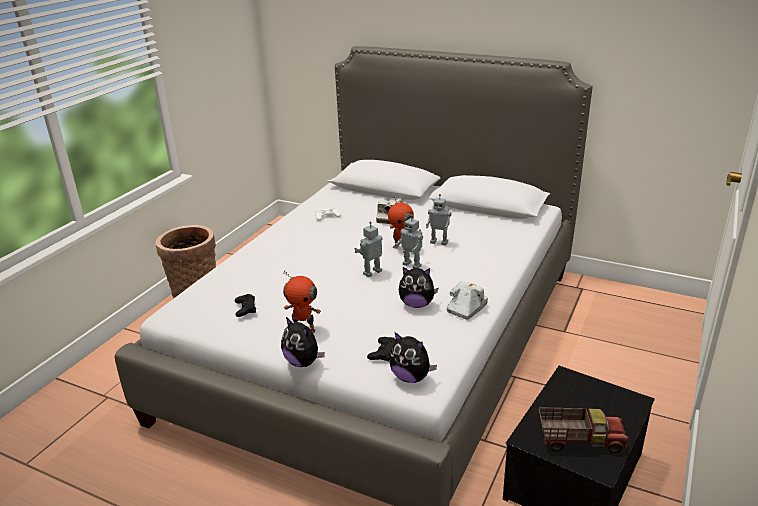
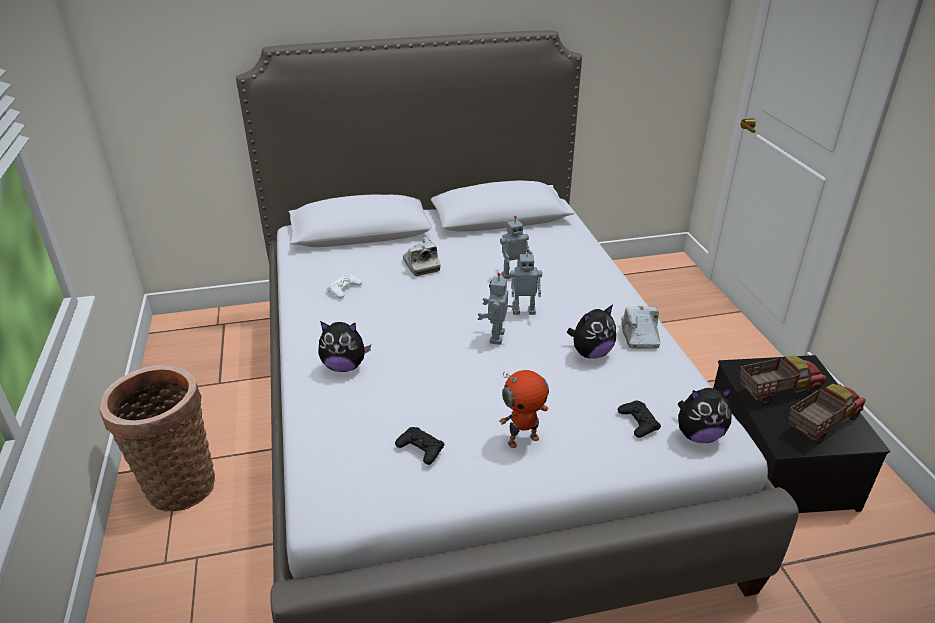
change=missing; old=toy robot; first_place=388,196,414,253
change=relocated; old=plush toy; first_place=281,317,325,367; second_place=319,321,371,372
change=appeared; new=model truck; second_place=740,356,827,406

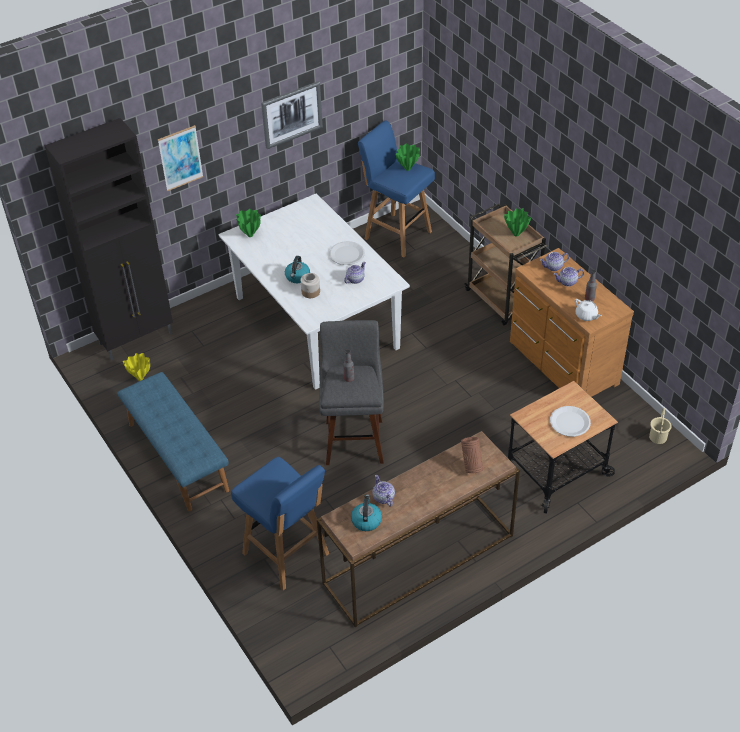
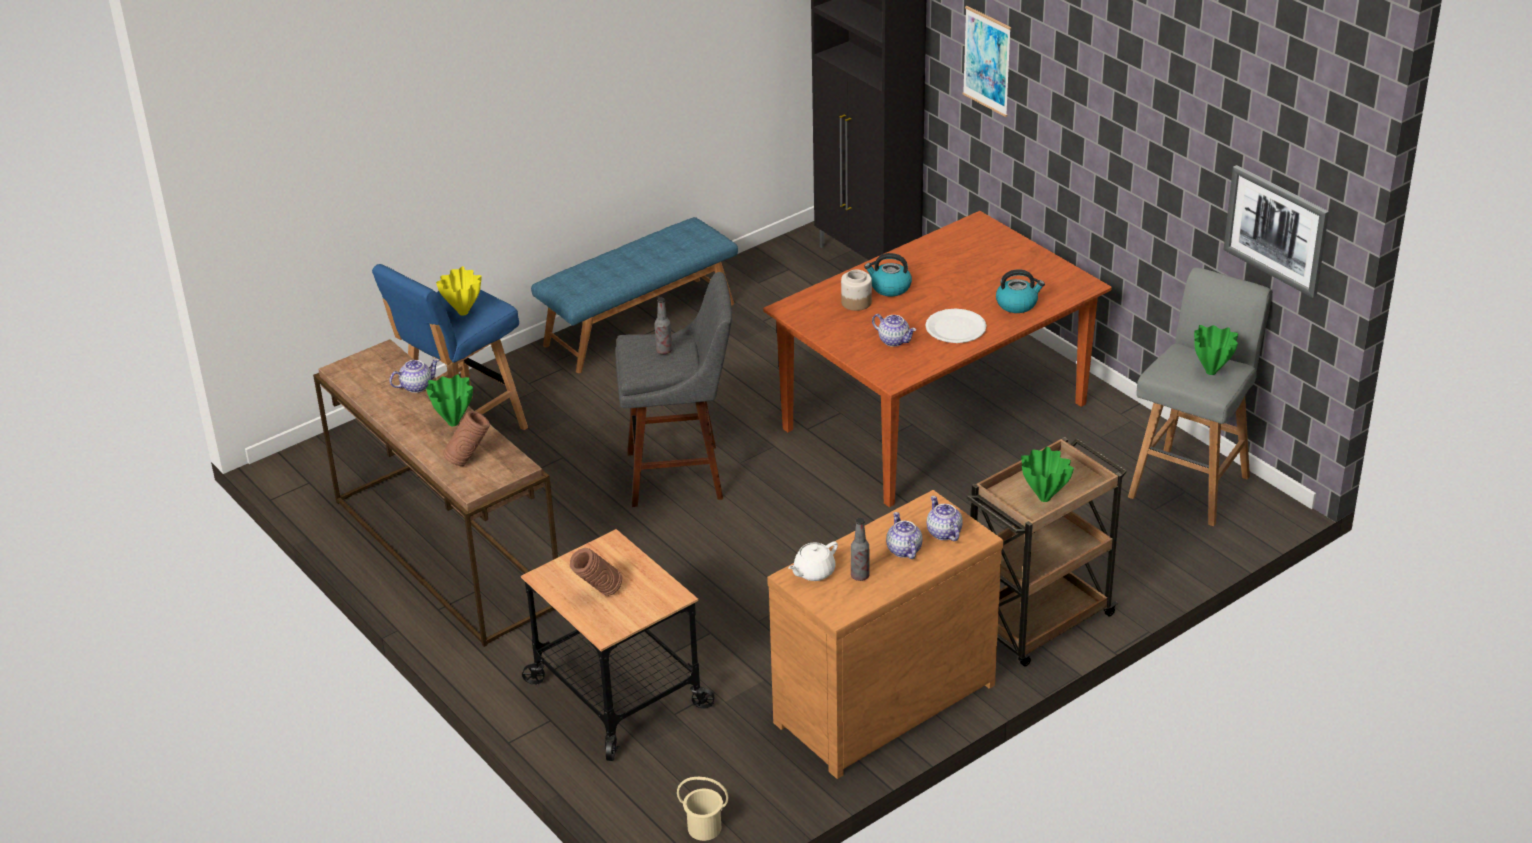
change=relocated; old=wall picture; first_place=261,81,323,149; second_place=1224,165,1329,298
change=colour; old=blue-coloured sitting stool; new=gray sitting stool; first_place=358,120,435,257; second_place=1128,267,1272,526
change=colour; old=white-coloured dinner table; new=brownish dinner table; first_place=219,194,410,390; second_place=763,211,1112,507
change=relocated; old=green decorative vase; first_place=236,209,261,237; second_place=426,374,473,426
change=relocated; old=yellow-coloured decorative vase; first_place=123,353,150,381; second_place=436,266,481,316
change=exchanged; old=white-coloured plate; new=brownish decorative vase; first_place=550,406,591,437; second_place=570,548,622,596
change=relocated; old=tea kettle; first_place=351,494,382,531; second_place=996,269,1045,313

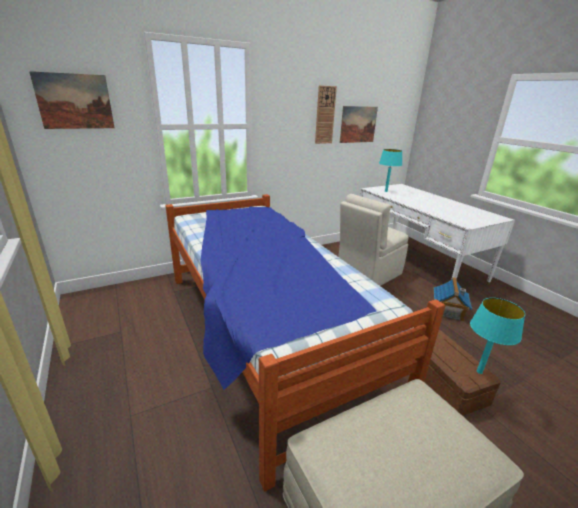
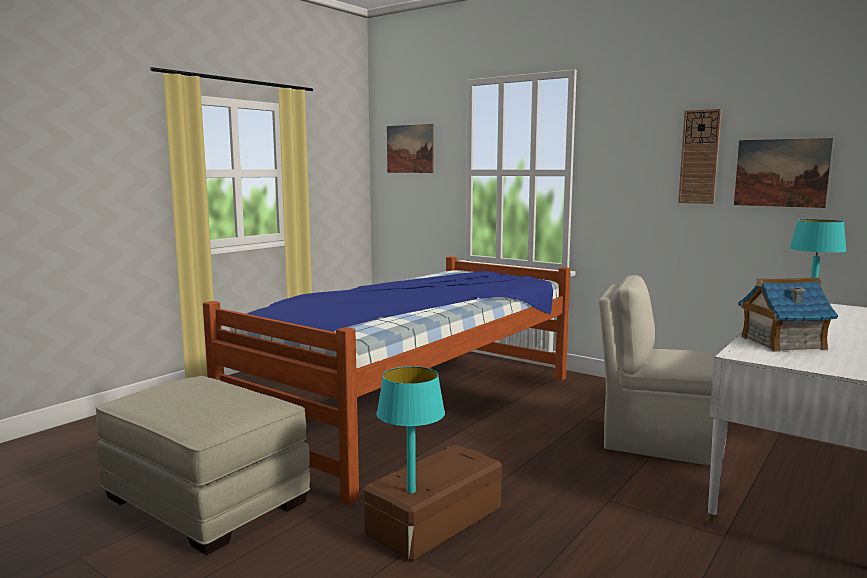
change=relocated; old=toy house; first_place=434,277,472,322; second_place=738,277,838,352

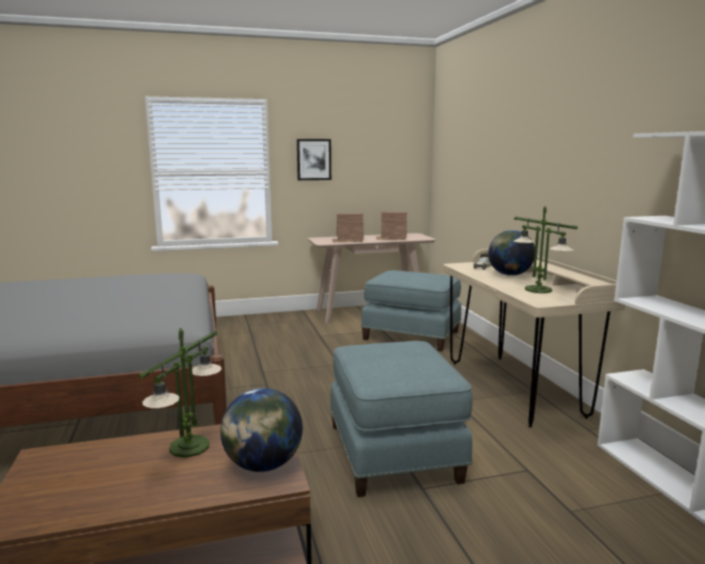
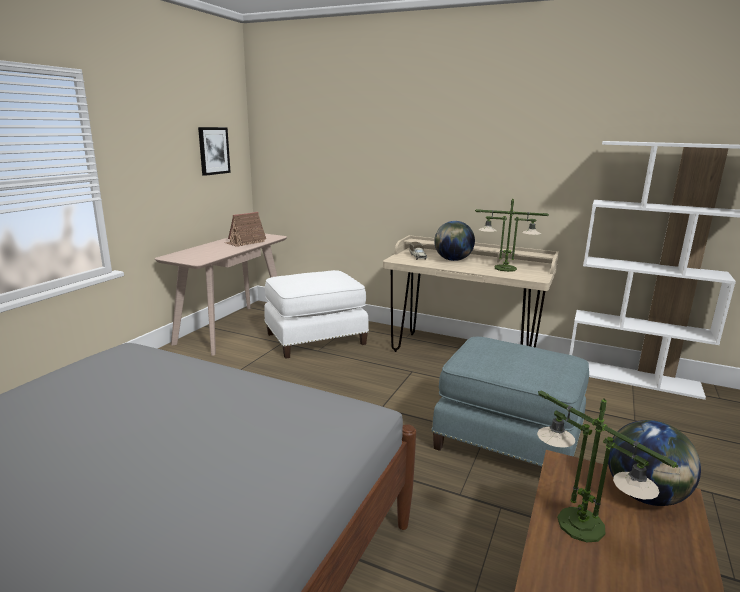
change=relocated; old=wall picture; first_place=297,139,331,180; second_place=198,127,231,176
change=missing; old=toy house; first_place=332,214,364,242
change=colour; old=blue-coloured pouffe; new=white-coloured pouffe; first_place=361,270,461,352; second_place=264,270,369,359

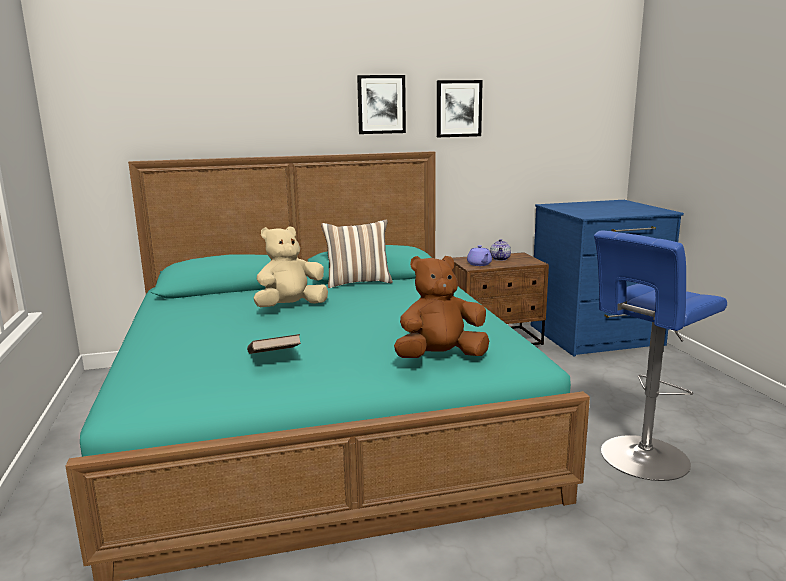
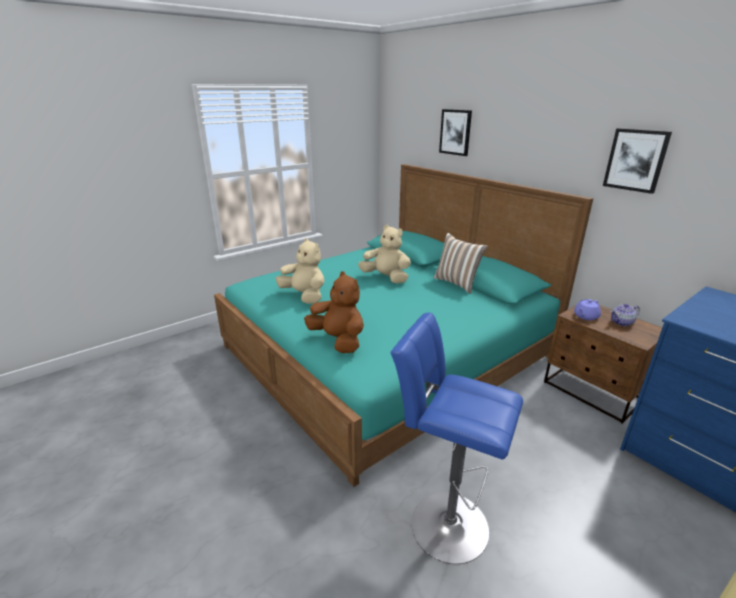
change=relocated; old=wall picture; first_place=357,75,406,134; second_place=439,109,472,156
change=exchanged; old=brownish bound book; new=beige-coloured plush toy; first_place=247,334,301,354; second_place=275,238,325,304

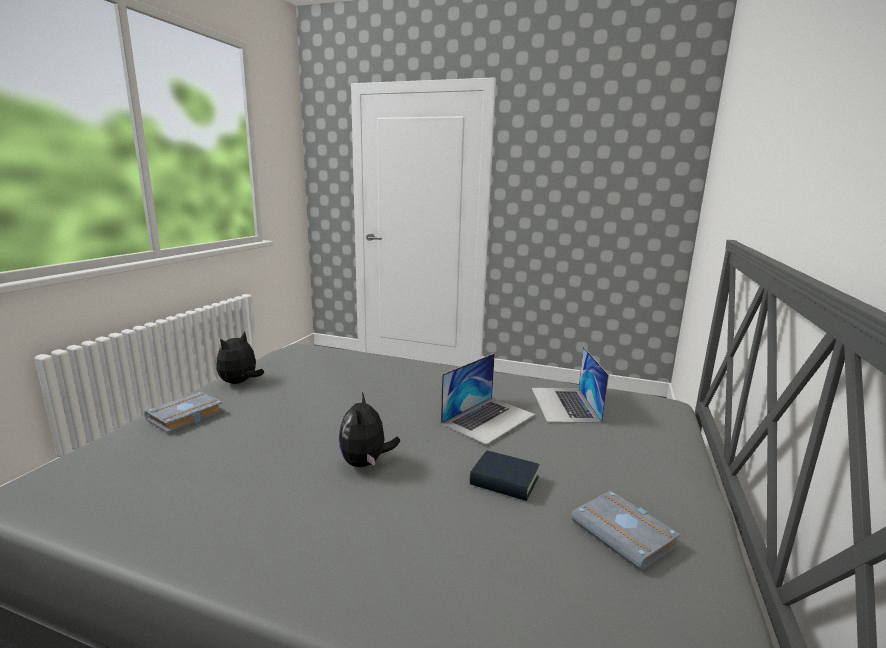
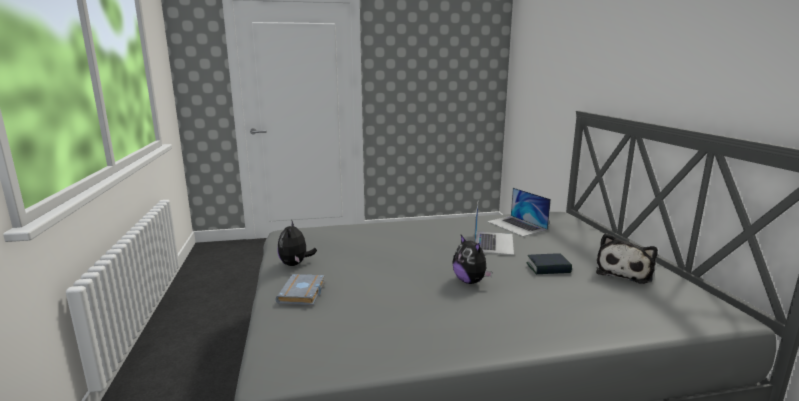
change=exchanged; old=gray bound book; new=plush toy; first_place=571,491,680,572; second_place=596,233,658,284

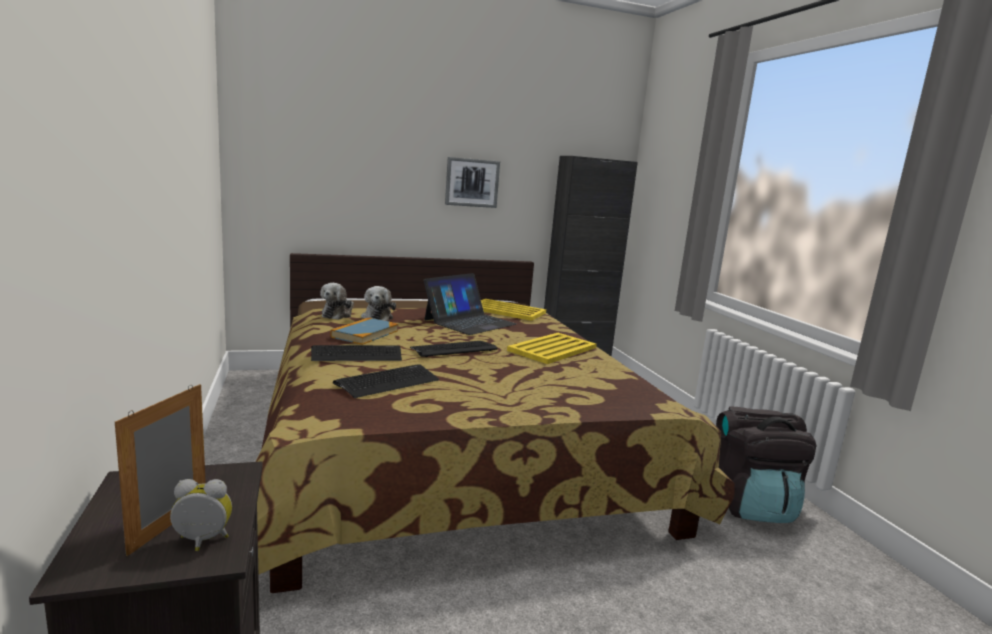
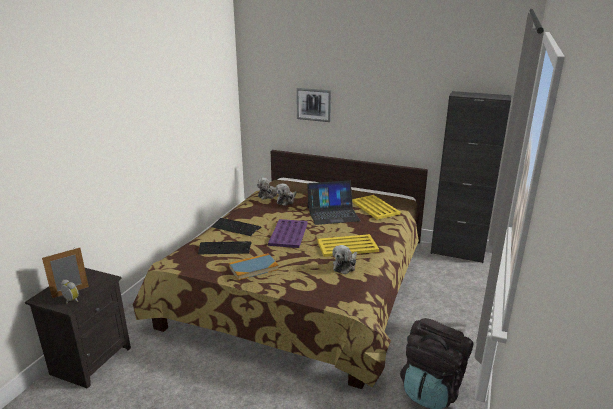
change=relocated; old=wall picture; first_place=445,157,500,208; second_place=297,88,331,122
change=relocated; old=bound book; first_place=330,318,398,345; second_place=229,253,279,280
change=exchanged; old=keyboard; new=purplish tray; first_place=410,341,498,357; second_place=268,219,308,248
change=appeared; new=plush toy; second_place=332,245,357,274

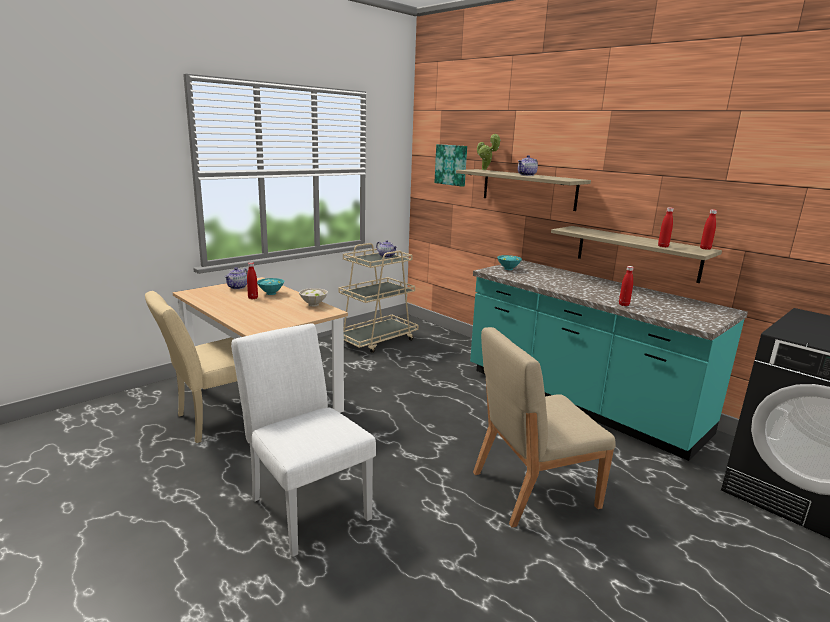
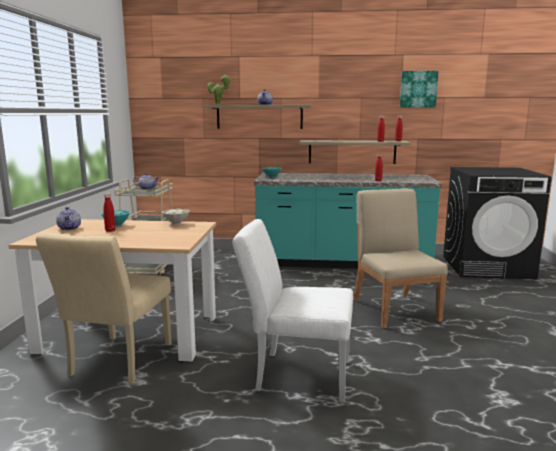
change=relocated; old=wall picture; first_place=434,144,467,187; second_place=400,71,438,107
change=spun; old=beige-coloured plain chair; first_place=473,327,616,527; second_place=353,189,448,328; degrees=135

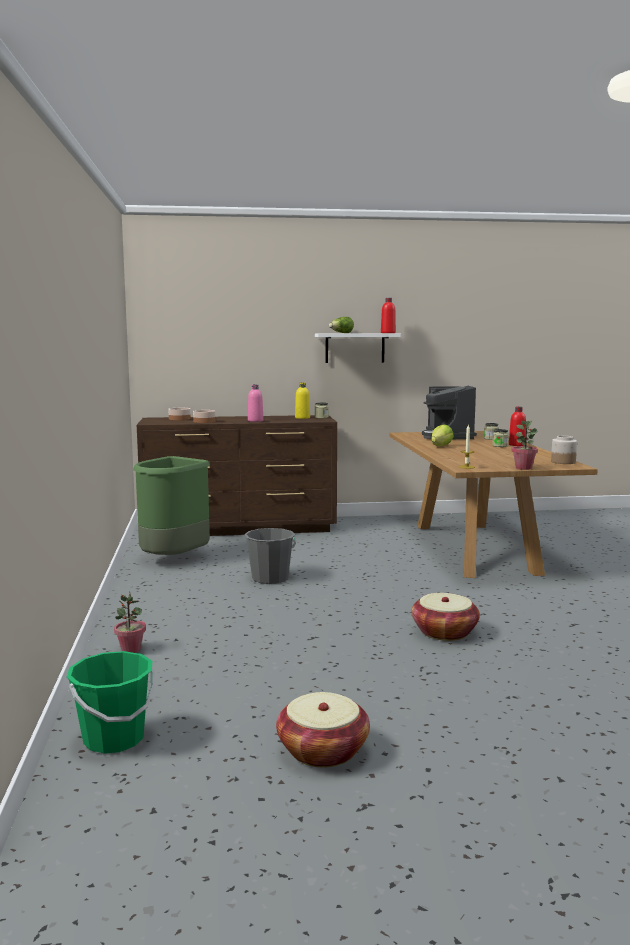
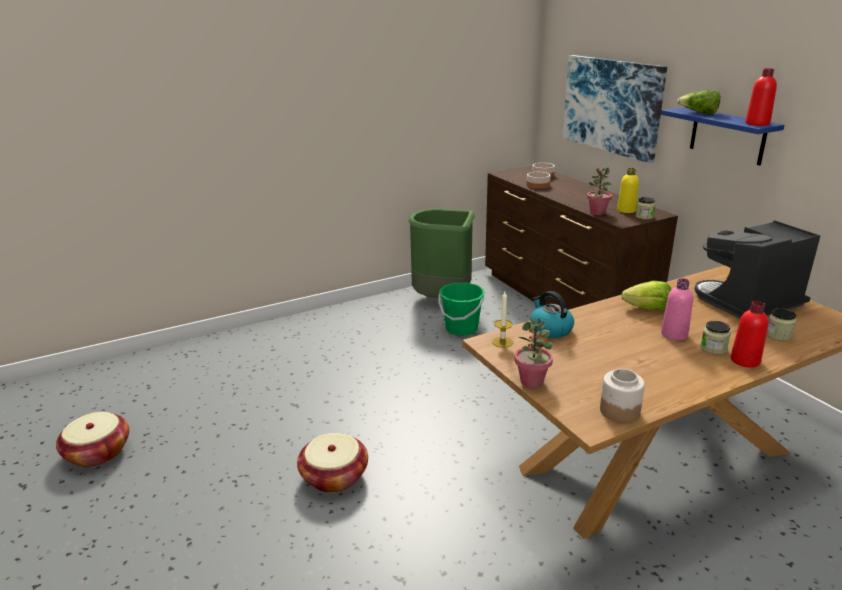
change=colour; old=white-coloured shelf; new=blue-coloured shelf; first_place=315,333,401,363; second_place=661,107,785,165
change=relocated; old=pinkish bottle; first_place=248,384,263,422; second_place=661,278,693,340
change=missing; old=gray pail; first_place=244,528,296,584
change=relocated; old=plant in a pot; first_place=114,591,146,653; second_place=587,168,612,215
change=relocated; old=green pail; first_place=67,651,155,754; second_place=439,283,485,336
change=appeared; new=wall picture; second_place=562,55,667,163
change=appeared; new=tea kettle; second_place=530,291,574,338

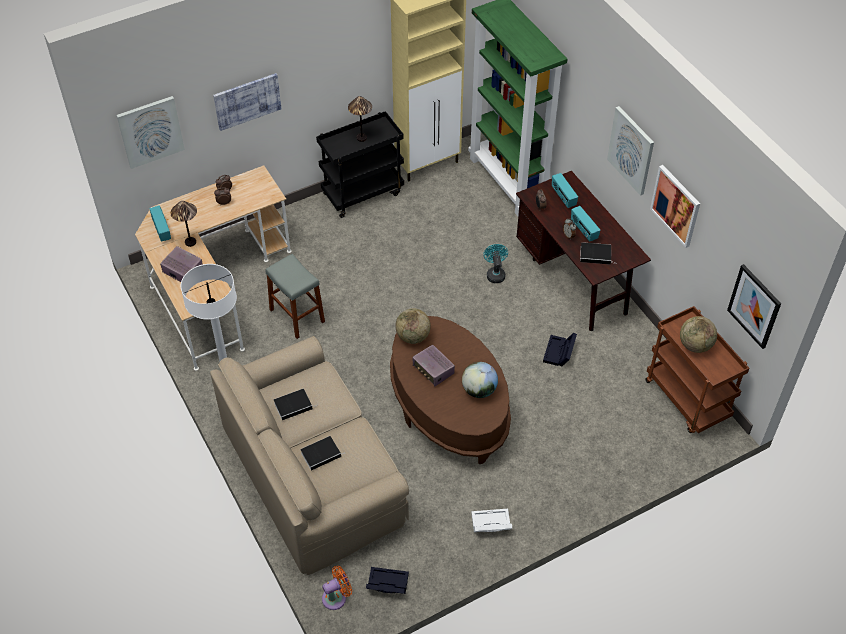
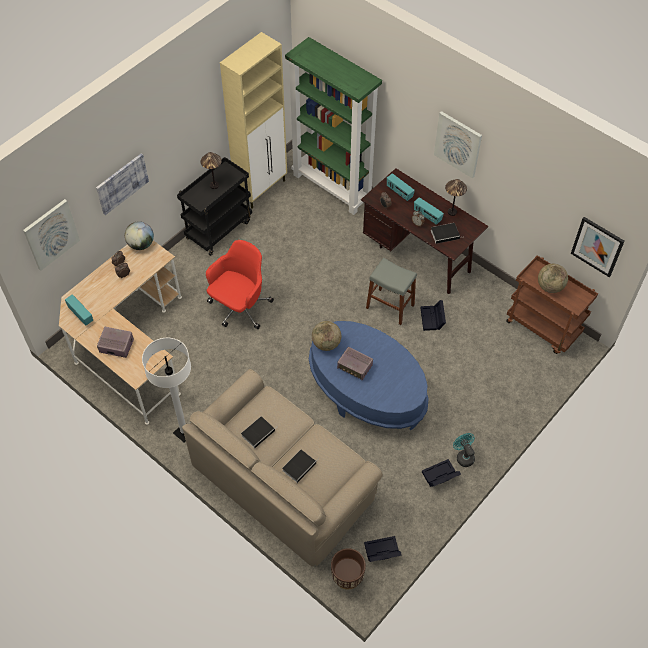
change=missing; old=wall picture; first_place=650,165,700,248
change=relocated; old=tabletop lamp; first_place=170,201,197,247; second_place=445,179,467,216
change=relocated; old=blue-green fan; first_place=483,244,508,283; second_place=453,433,475,467
change=relocated; old=gray sitting stool; first_place=265,254,325,339; second_place=366,258,417,325
change=colour; old=brownish coffee table; new=blue-coloured coffee table; first_place=390,316,511,464; second_place=309,321,429,430
change=relocated; old=desk globe; first_place=462,362,498,398; second_place=125,221,154,250
change=colour; old=white-coloured storage container; new=black-coloured storage container; first_place=471,509,512,532; second_place=422,459,461,487
change=exchanged; old=orange fan; new=brownish flower pot; first_place=322,566,352,610; second_place=331,548,366,589
change=appeared; new=reddish office chair; second_place=206,240,274,329

